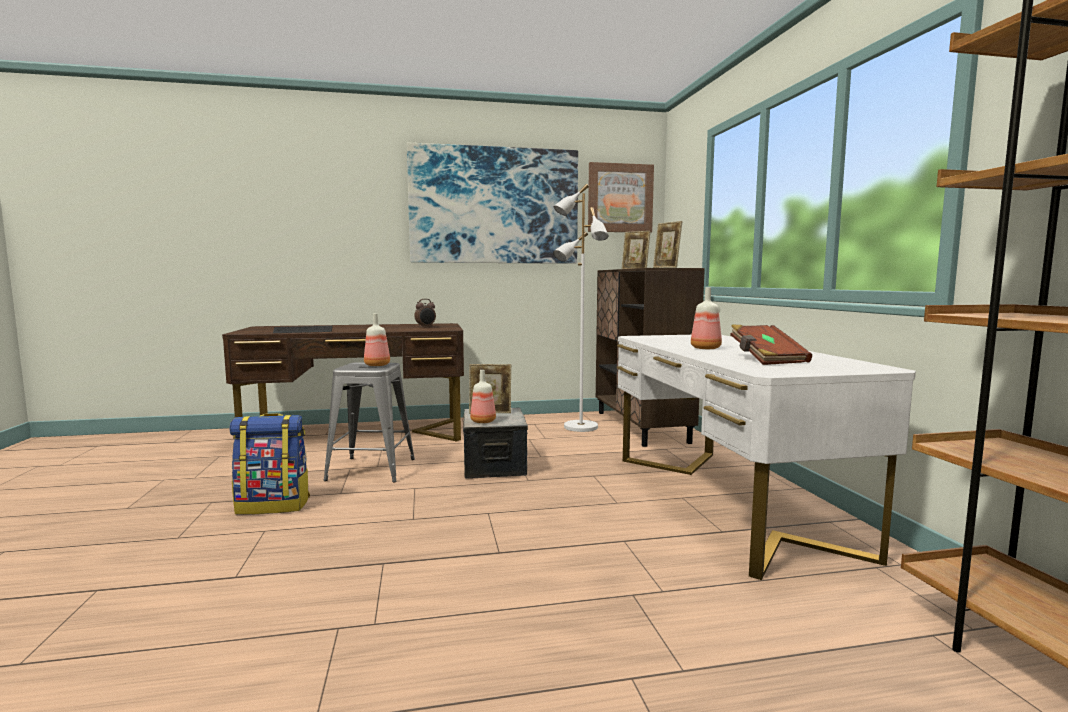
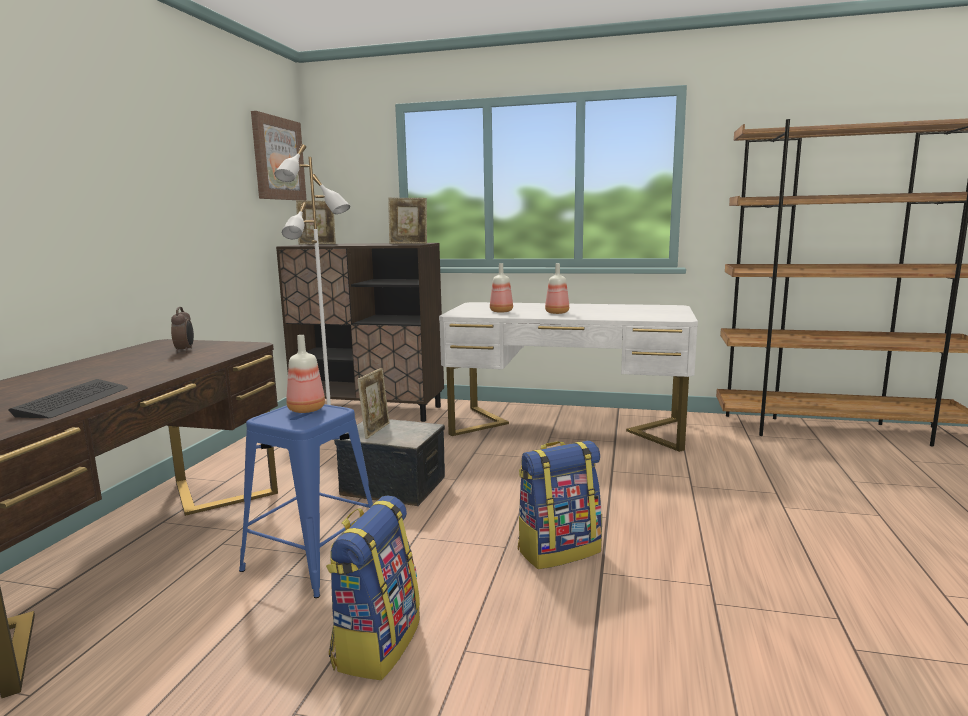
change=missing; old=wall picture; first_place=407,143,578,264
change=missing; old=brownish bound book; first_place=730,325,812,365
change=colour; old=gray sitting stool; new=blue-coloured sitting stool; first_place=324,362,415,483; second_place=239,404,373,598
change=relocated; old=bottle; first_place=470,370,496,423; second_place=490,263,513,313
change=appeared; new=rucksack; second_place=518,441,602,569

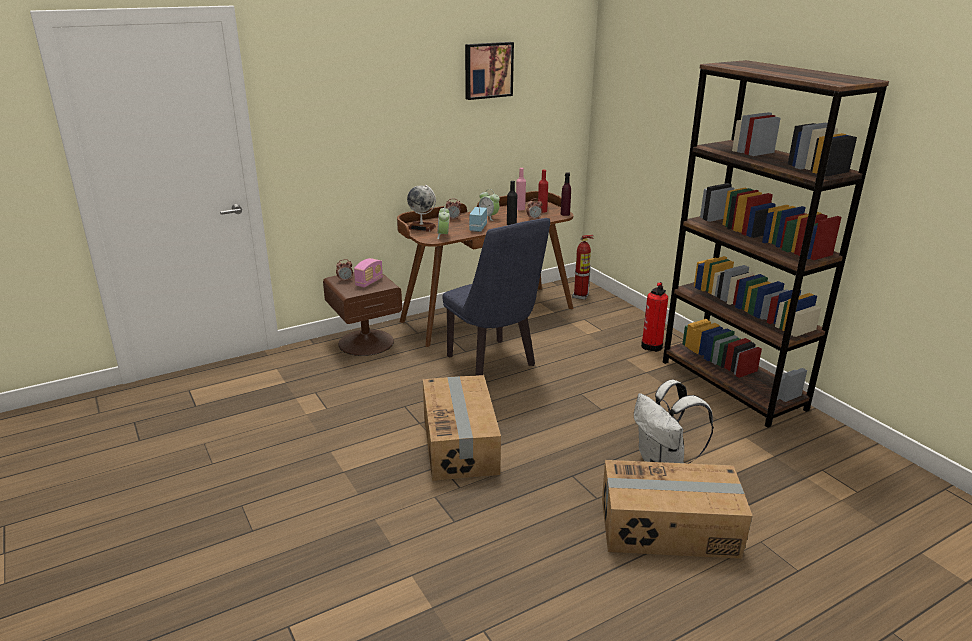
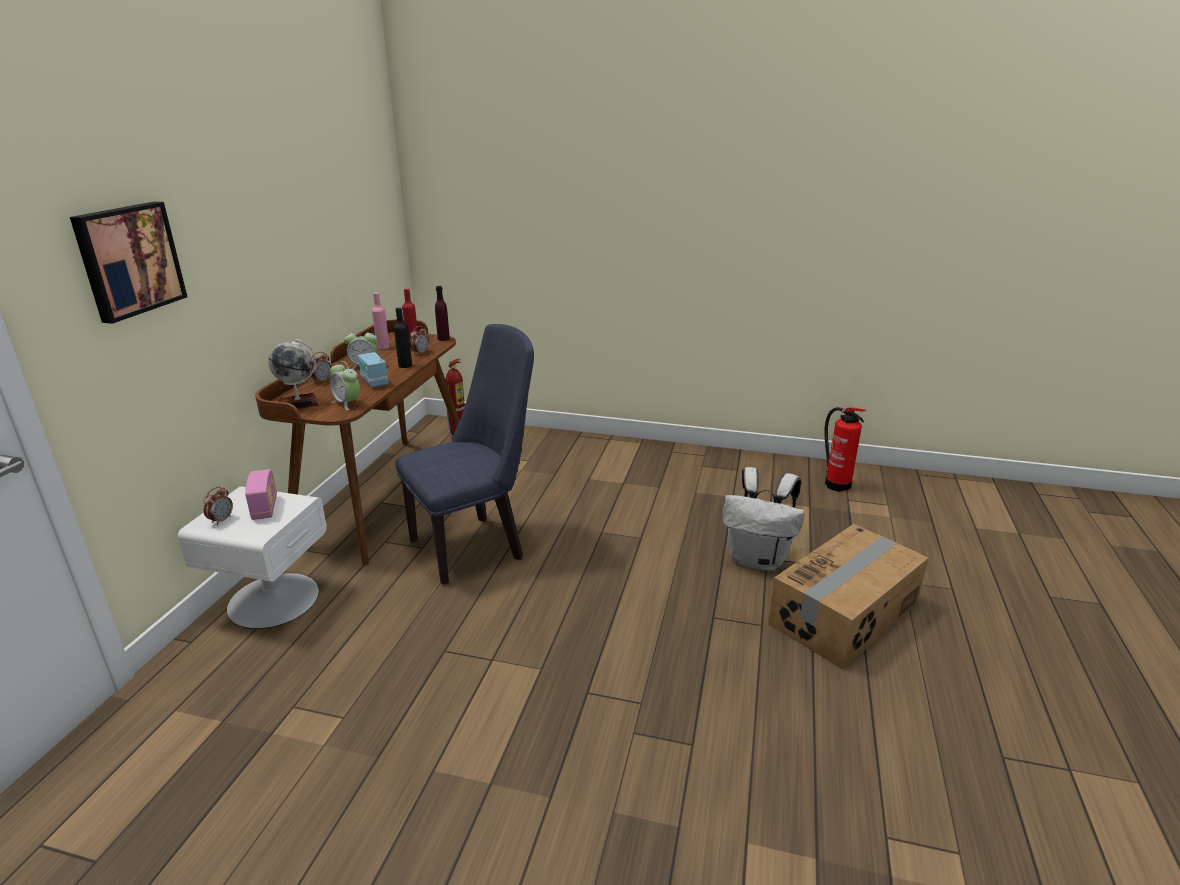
change=relocated; old=wall picture; first_place=465,42,514,100; second_place=70,202,187,324
change=missing; old=brownish shelving unit; first_place=663,60,889,428
change=spun; old=blue-coloured plain chair; first_place=442,218,550,376; second_place=395,324,534,585; degrees=-45
change=colour; old=brownish night table; new=white-coloured night table; first_place=323,272,402,356; second_place=178,486,327,629
change=relocated; old=fire extinguisher; first_place=641,282,668,352; second_place=824,407,866,492
change=missing; old=packing box; first_place=423,375,501,481

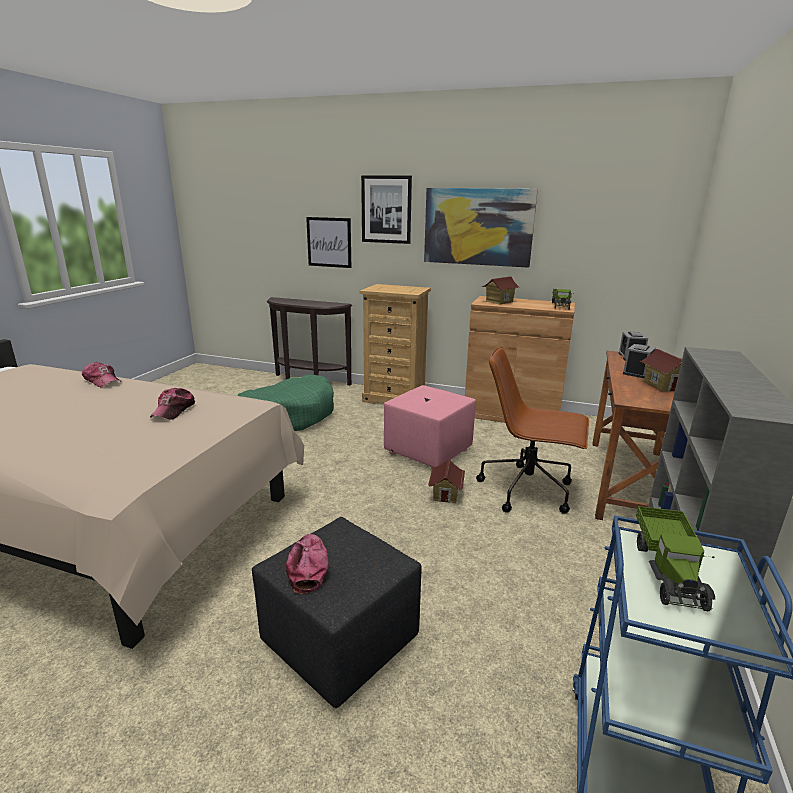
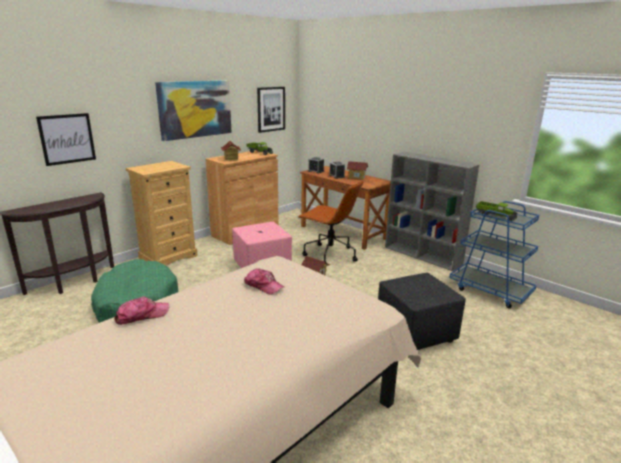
change=relocated; old=wall picture; first_place=361,175,412,244; second_place=257,87,285,133
change=spun; old=brownish office chair; first_place=476,347,589,514; second_place=298,180,364,262; degrees=-105
change=missing; old=peaked cap; first_place=286,534,329,594

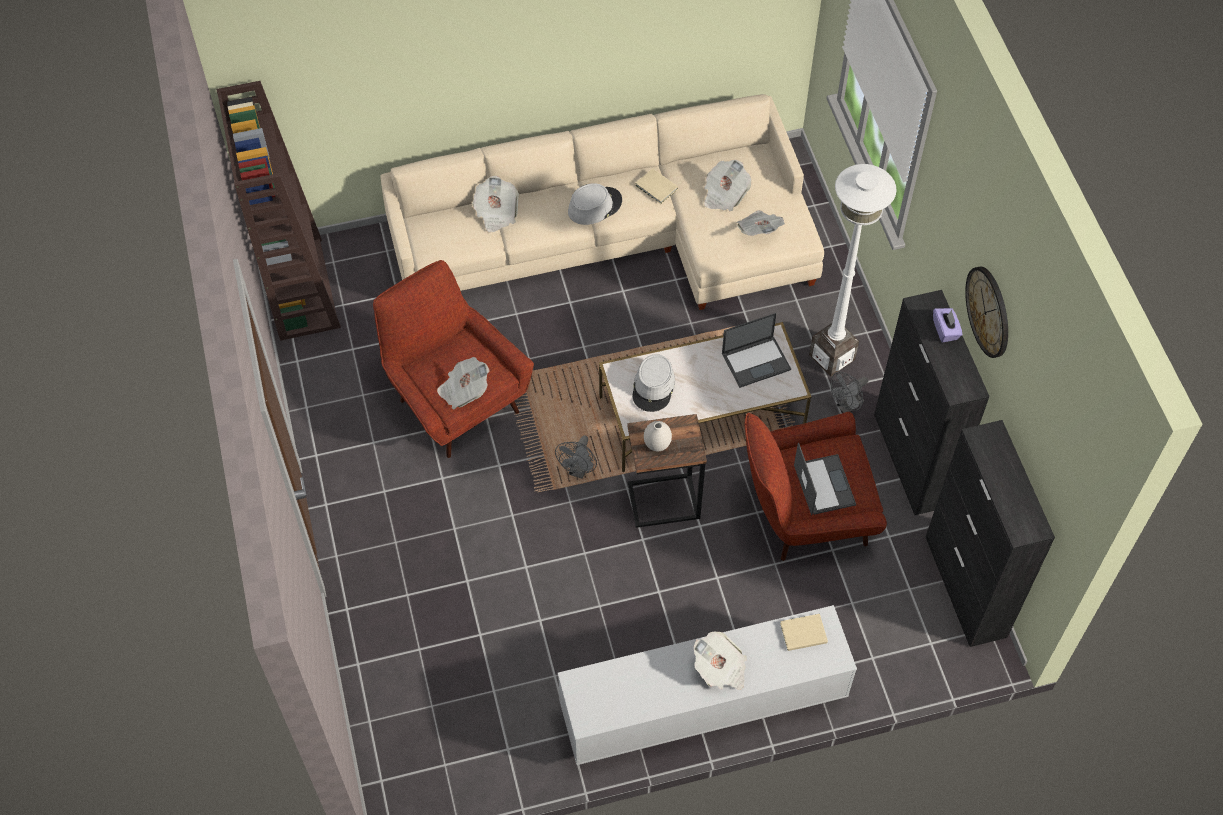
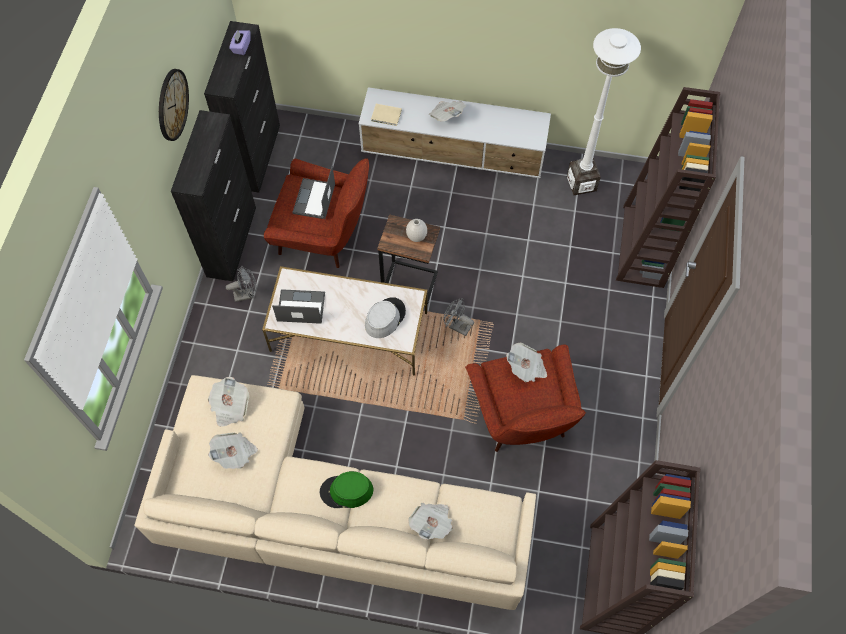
change=relocated; old=white-coloured floor lamp; first_place=809,164,897,376; second_place=567,28,641,195
change=missing; old=beige-coloured bound book; first_place=635,168,678,204
change=colour; old=gray clothing hat; new=green clothing hat; first_place=568,183,622,225; second_place=320,471,373,508
change=relocated; old=purplish tissue box; first_place=933,308,963,343; second_place=229,30,251,55
change=spun; old=gray fan; first_place=555,435,597,479; second_place=443,298,474,336; degrees=-105
change=appeared; new=brownish shelving unit; second_place=616,87,720,288

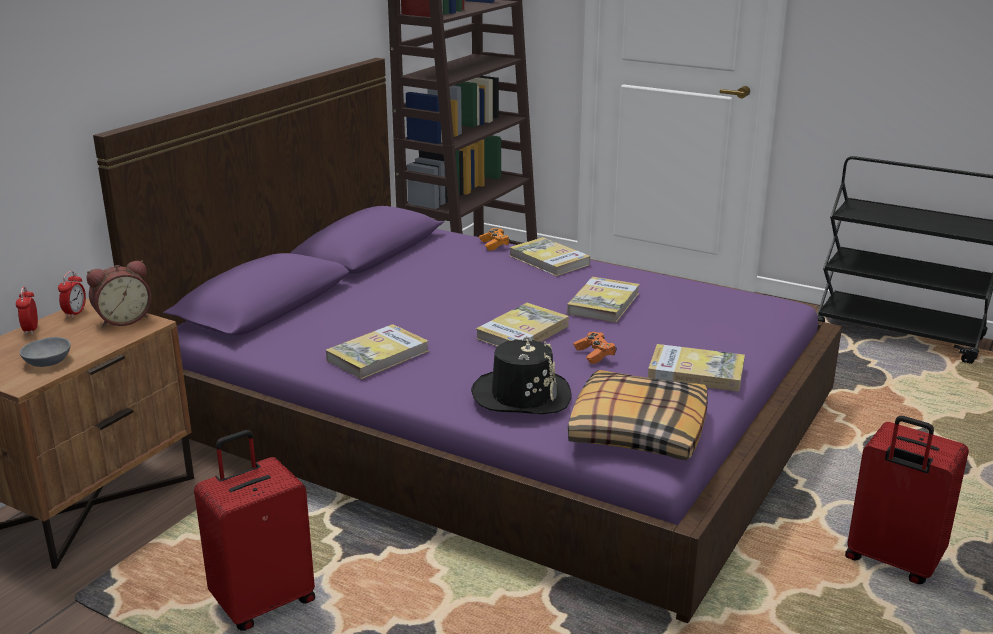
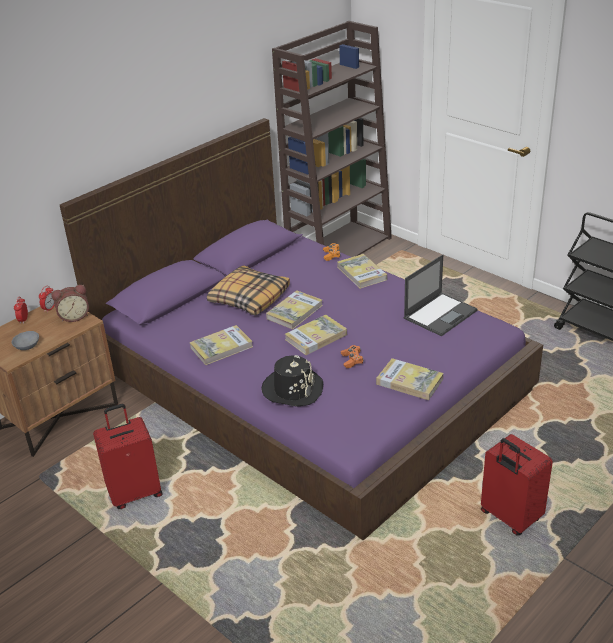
change=relocated; old=bound book; first_place=567,277,640,323; second_place=266,290,323,329
change=relocated; old=cushion; first_place=567,370,708,461; second_place=207,265,290,315
change=appeared; new=laptop; second_place=404,255,478,336

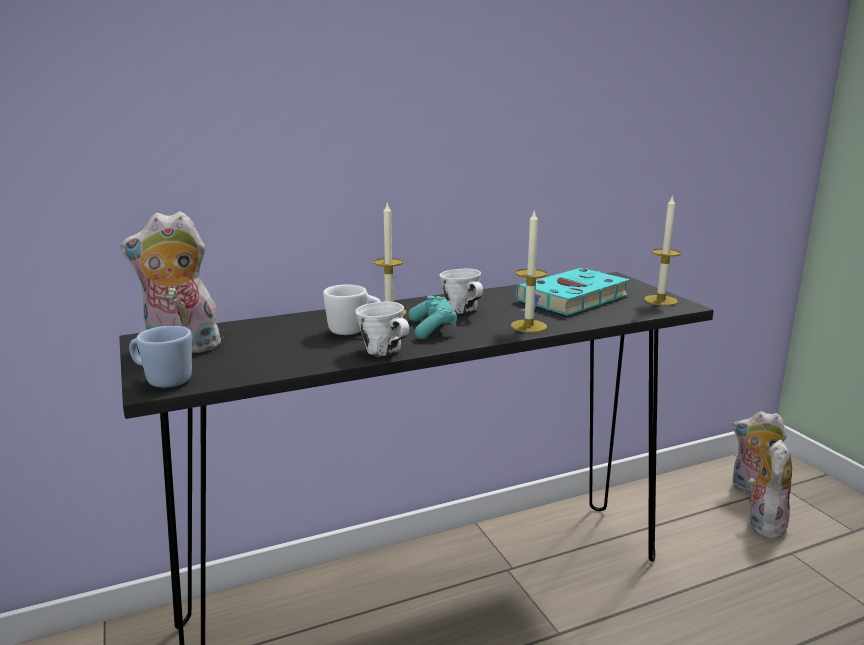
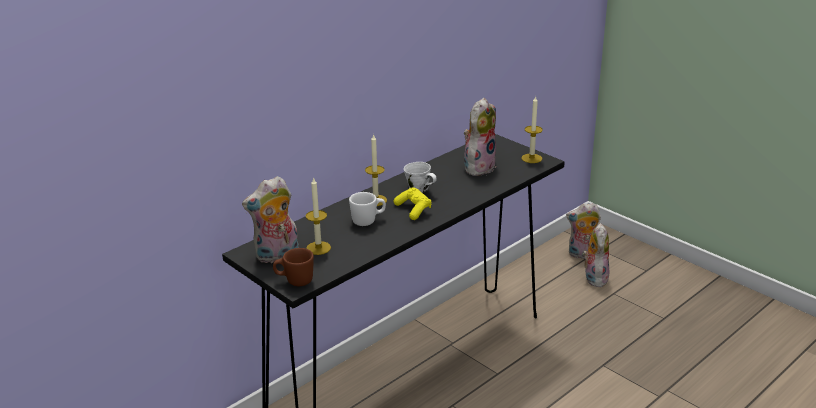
change=relocated; old=wax candle; first_place=511,209,547,333; second_place=306,177,331,255
change=exchanged; old=blue-green bound book; new=plush toy; first_place=516,268,630,316; second_place=464,98,496,177
change=colour; old=blue-green joypad; new=yellow-coloured joypad; first_place=408,296,457,339; second_place=393,188,432,220
change=missing; old=white-coloured tea mug; first_place=355,302,409,357
change=colour; old=blue-coloured tea mug; new=brownish tea mug; first_place=129,326,192,388; second_place=273,248,314,286

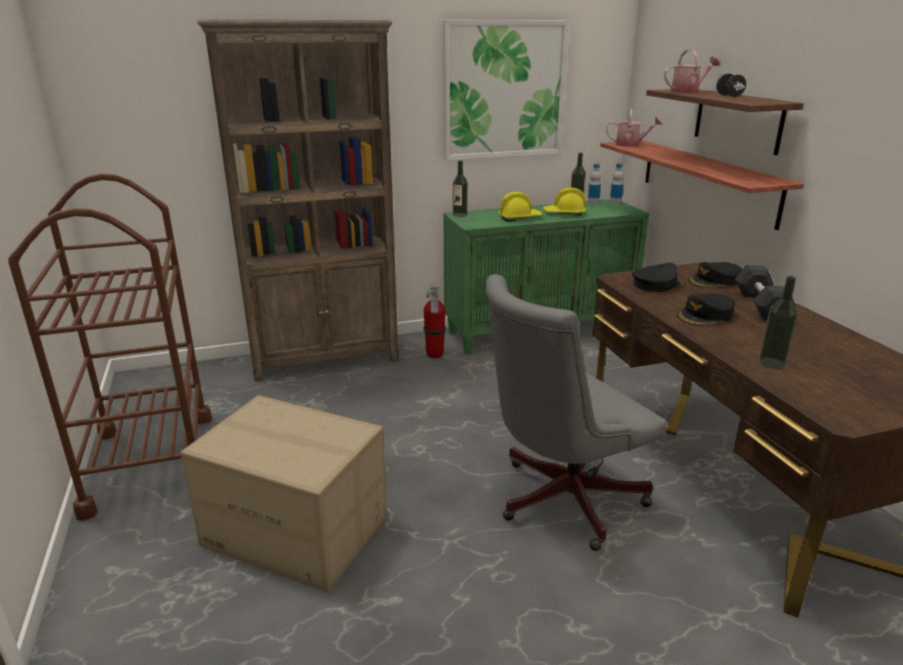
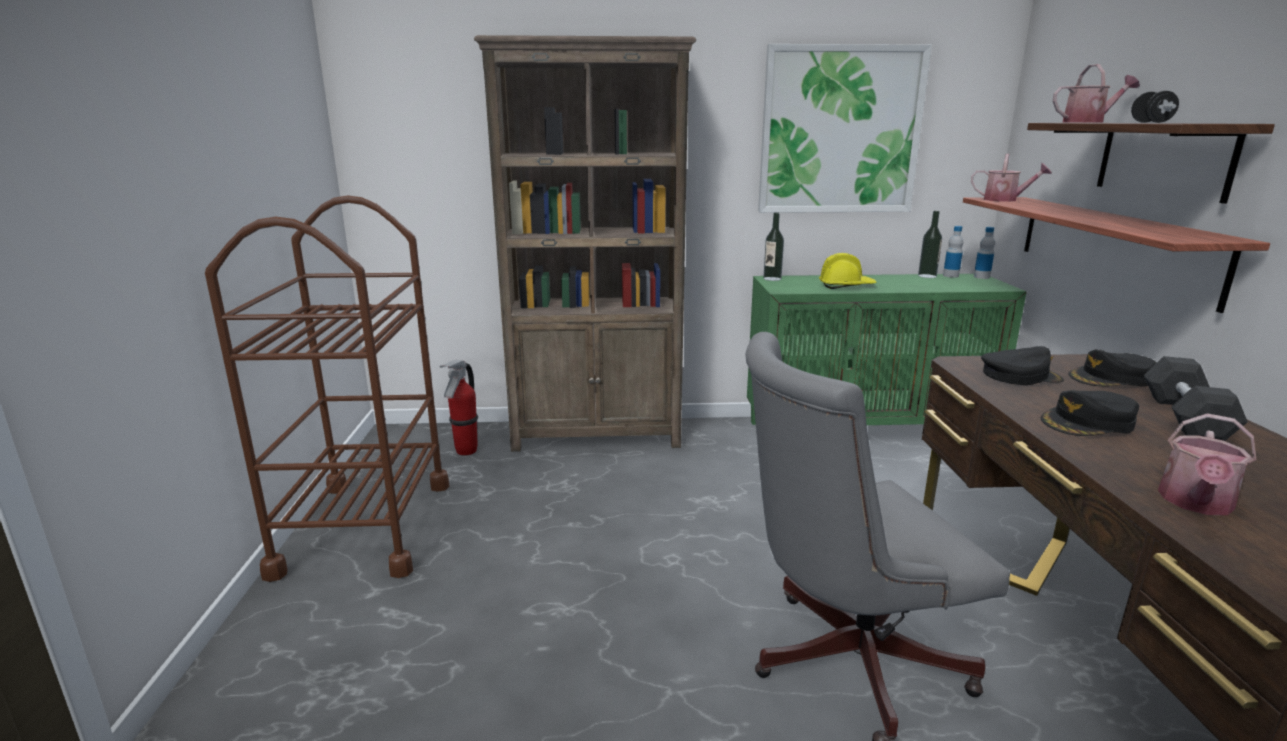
change=missing; old=yellow-coloured safety helmet; first_place=543,188,586,216
change=exchanged; old=bottle; new=watering can; first_place=759,276,798,369; second_place=1158,413,1257,515
change=relocated; old=fire extinguisher; first_place=423,282,446,358; second_place=440,360,478,455
change=missing; old=packing box; first_place=180,395,387,593

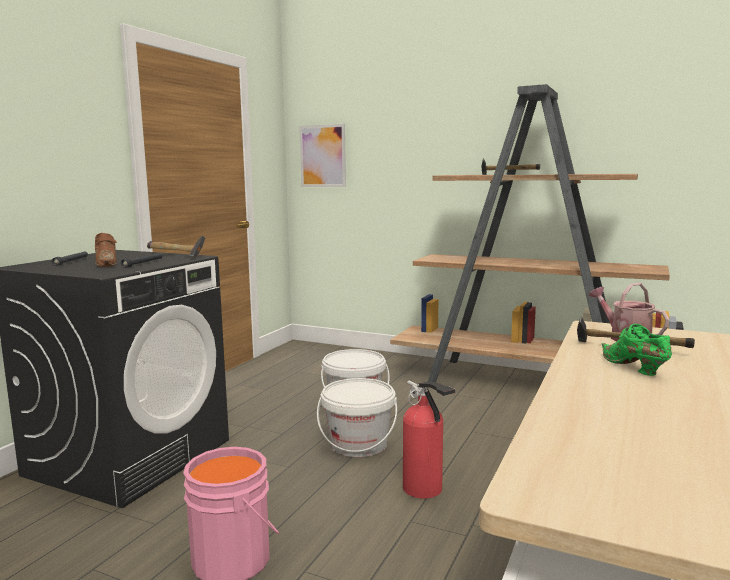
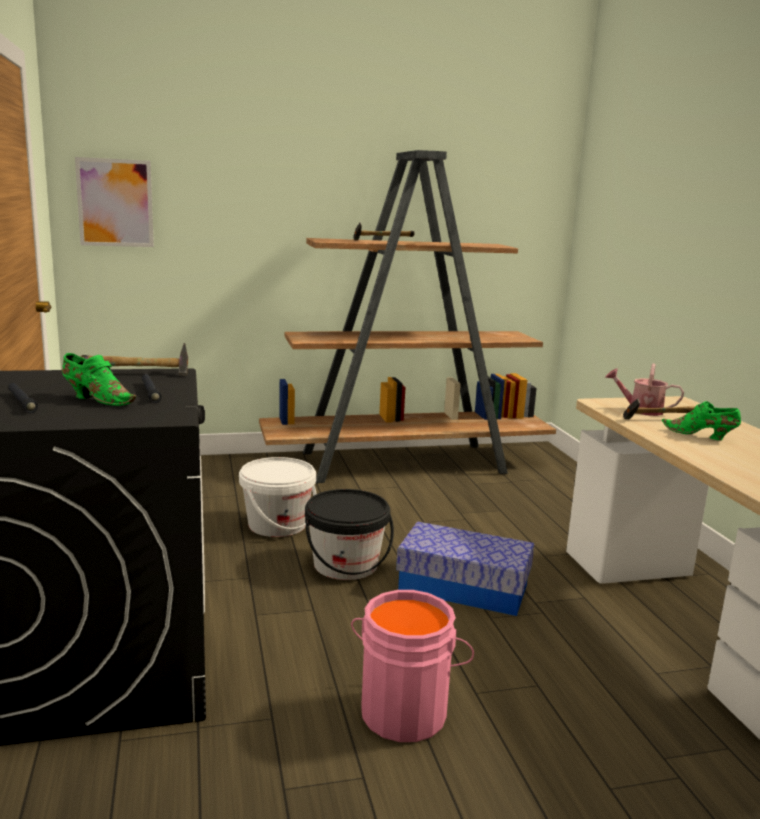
change=colour; old=brownish item of footwear; new=green item of footwear; first_place=95,233,117,267; second_place=62,353,136,406
change=colour; old=white-coloured pail; new=black-coloured pail; first_place=317,378,397,457; second_place=305,489,394,580
change=exchanged; old=fire extinguisher; new=storage container; first_place=403,380,456,499; second_place=396,521,534,616

